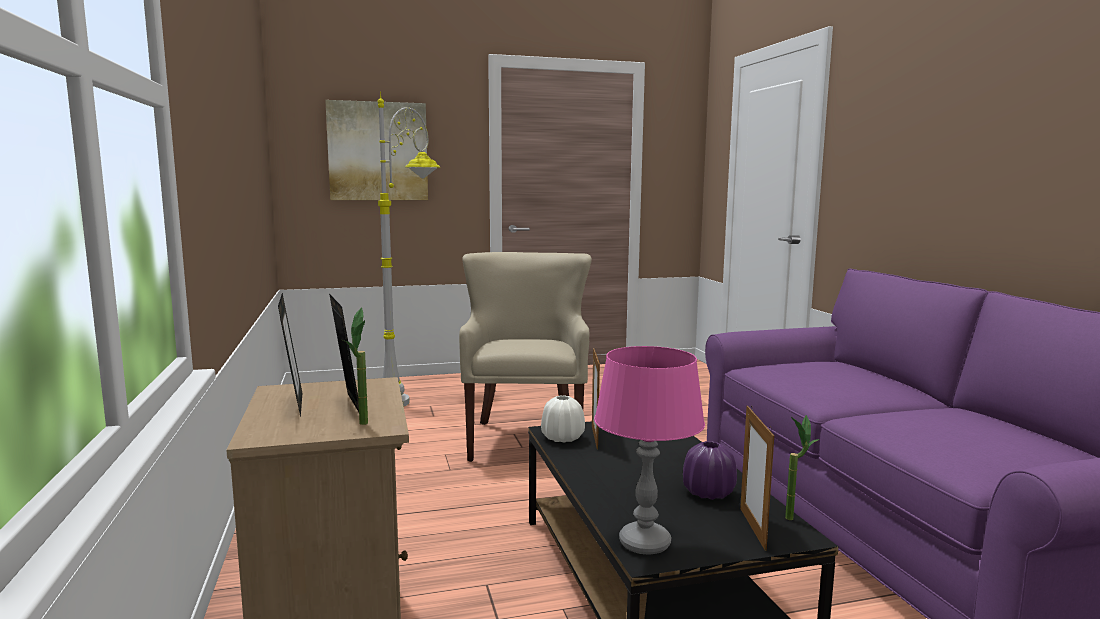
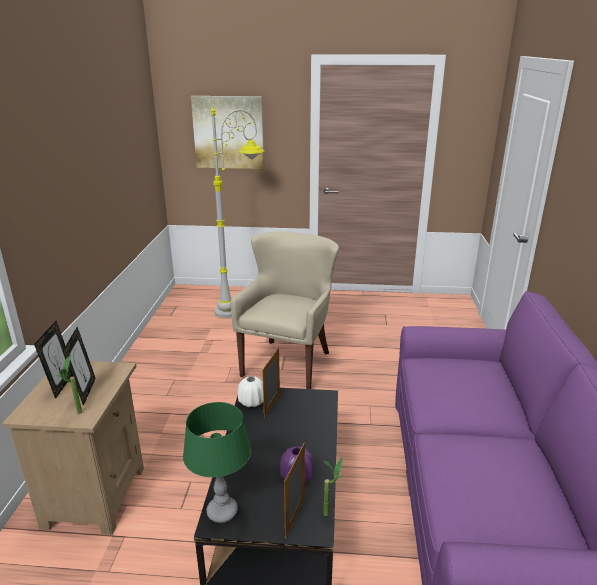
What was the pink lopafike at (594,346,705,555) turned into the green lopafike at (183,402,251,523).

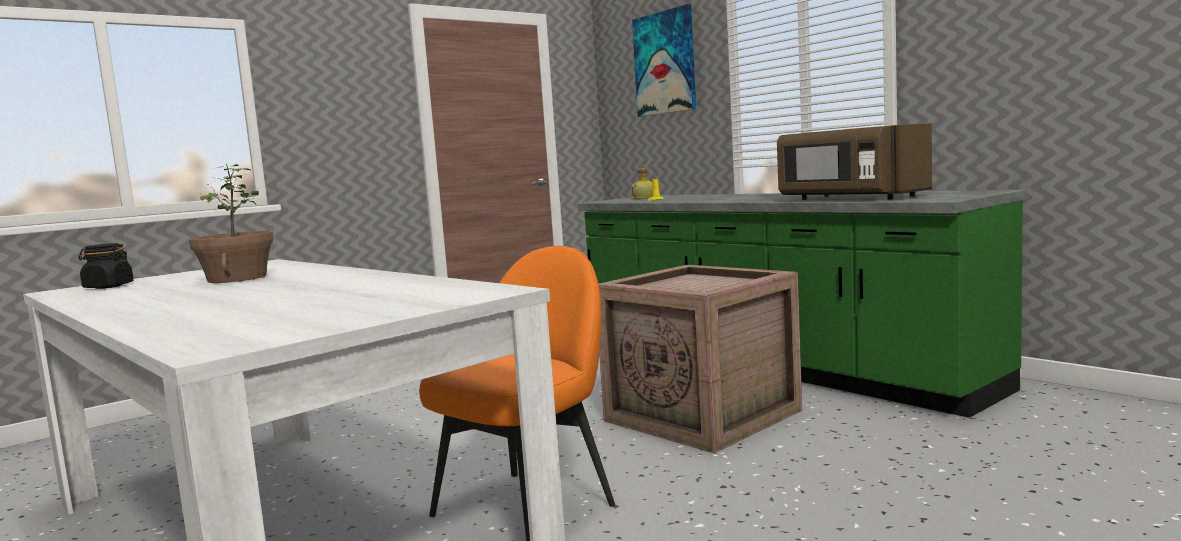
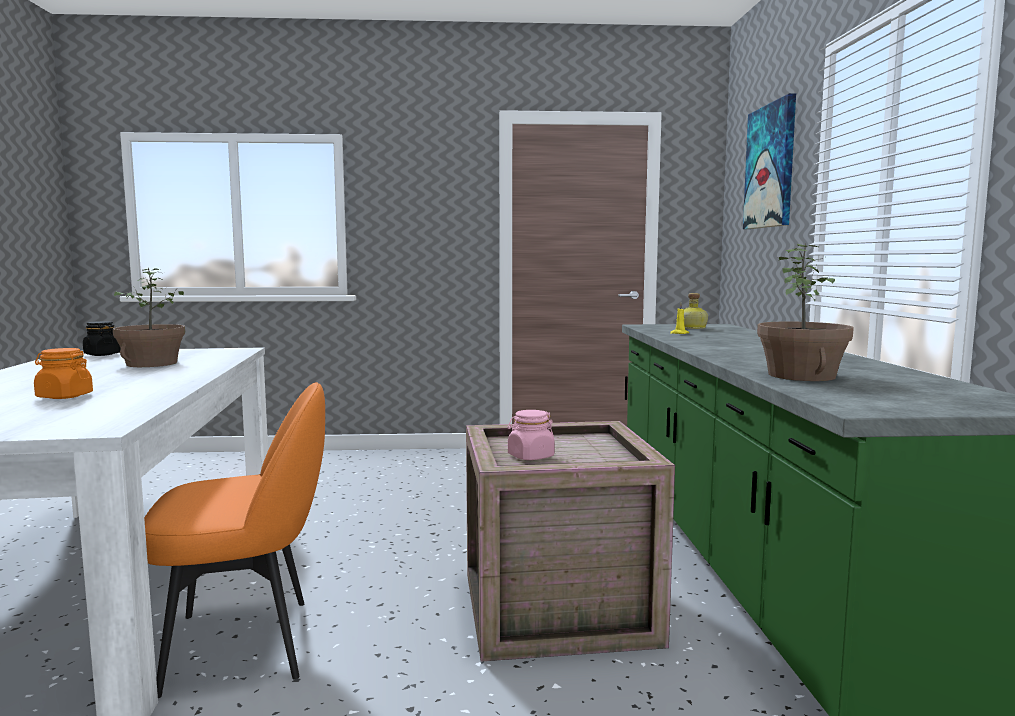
The second view gained the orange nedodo at (34,348,93,399). The second view gained the pink nedodo at (507,410,555,460). Where the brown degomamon stood at (777,123,932,200), the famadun came to stand at (757,243,853,381).

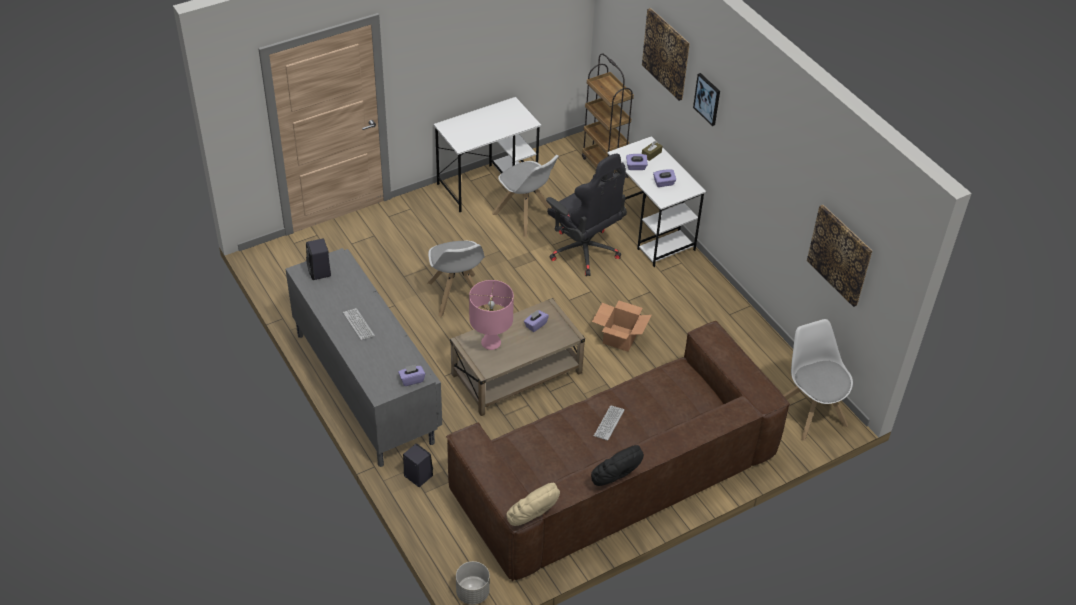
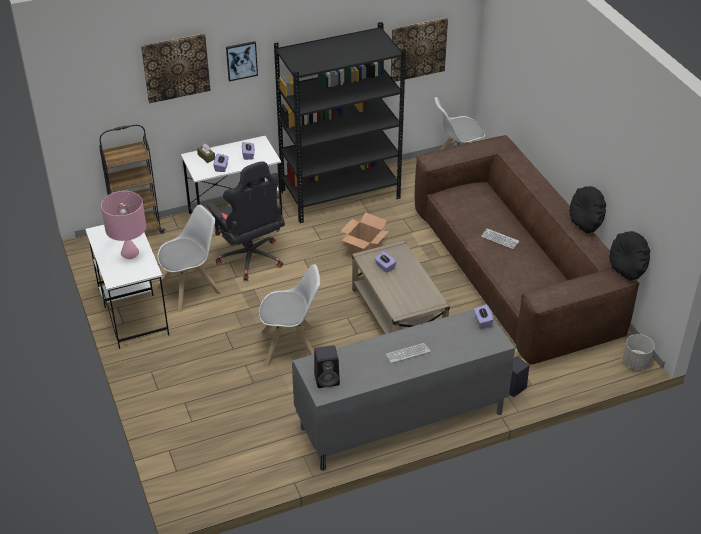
The pink lopafike ended up elsewhere, having gone from (469,280,514,350) to (101,191,146,259). The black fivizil at (546,154,627,276) ended up facing another way, 90 degrees clockwise from before. The second view gained the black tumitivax at (274,22,406,223). What was the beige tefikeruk at (507,483,560,526) turned into the black tefikeruk at (609,231,650,281).

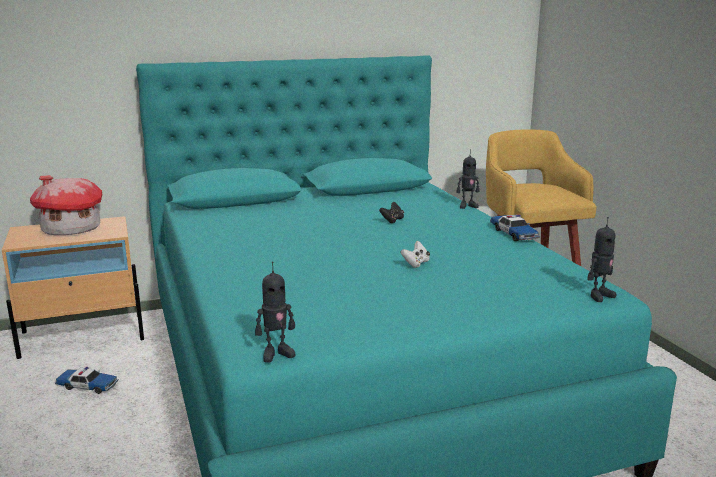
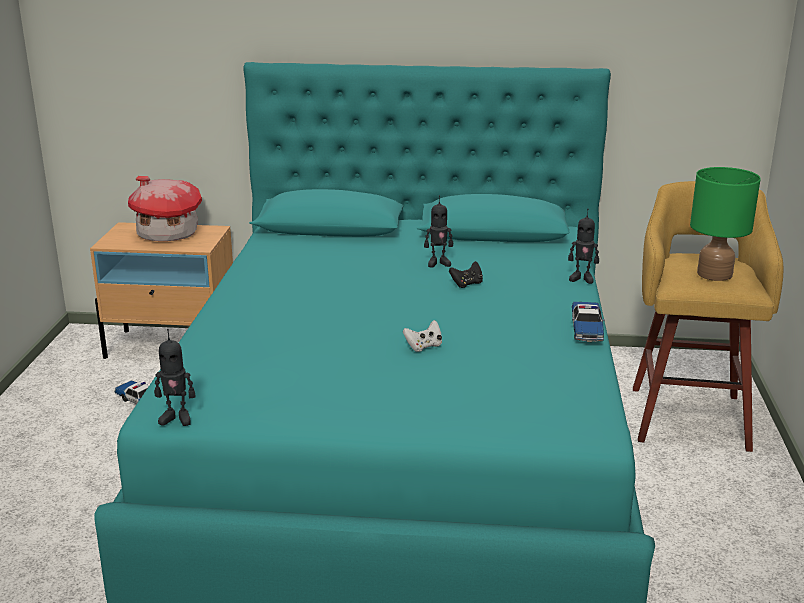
The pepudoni ended up elsewhere, having gone from (587,217,616,302) to (424,195,453,267). The second view gained the green lopafike at (690,167,761,281).

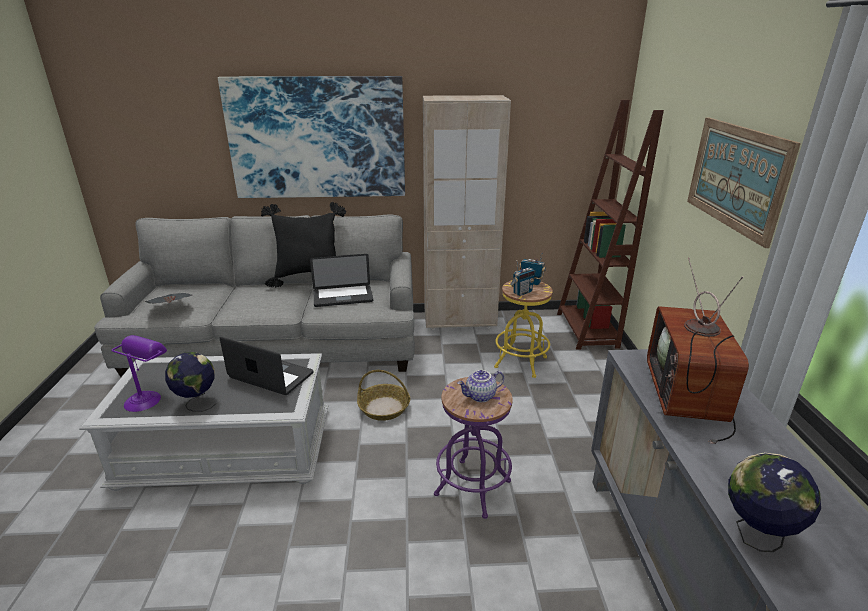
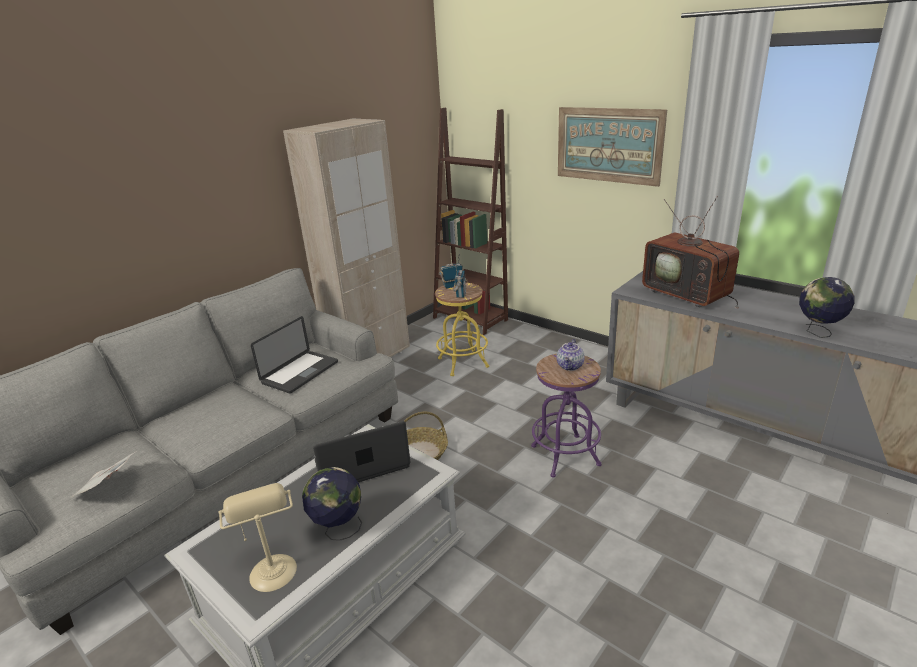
What was the purple lopafike at (111,335,167,412) turned into the beige lopafike at (218,483,297,592). The second view lost the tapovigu at (218,76,405,198). The second view lost the black tefikeruk at (261,202,346,288).

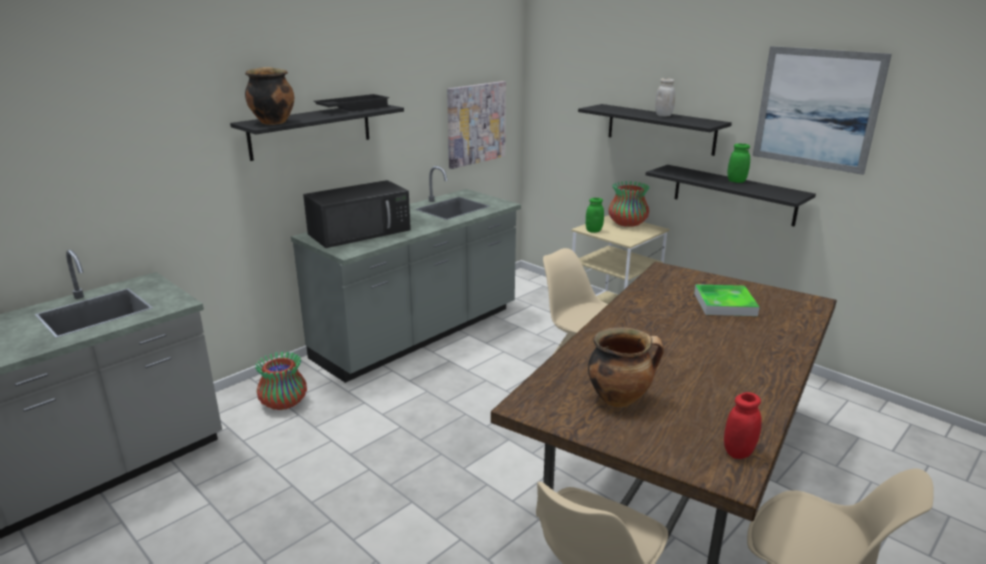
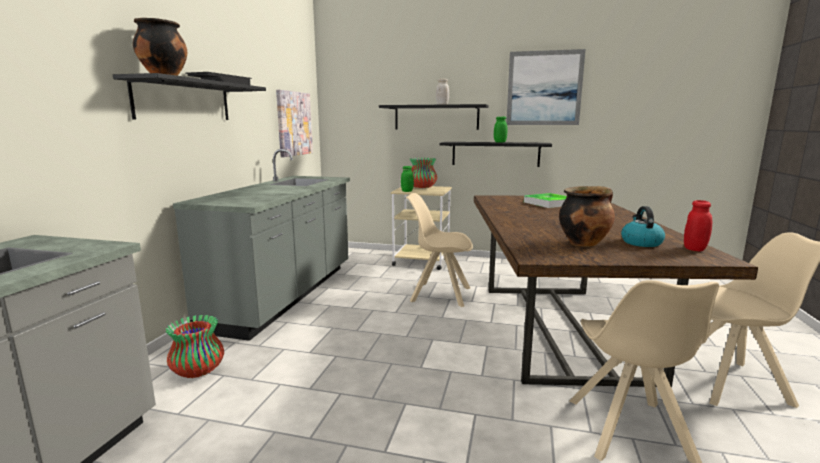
The second view gained the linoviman at (621,206,665,247). The second view lost the black degomamon at (303,180,411,248).

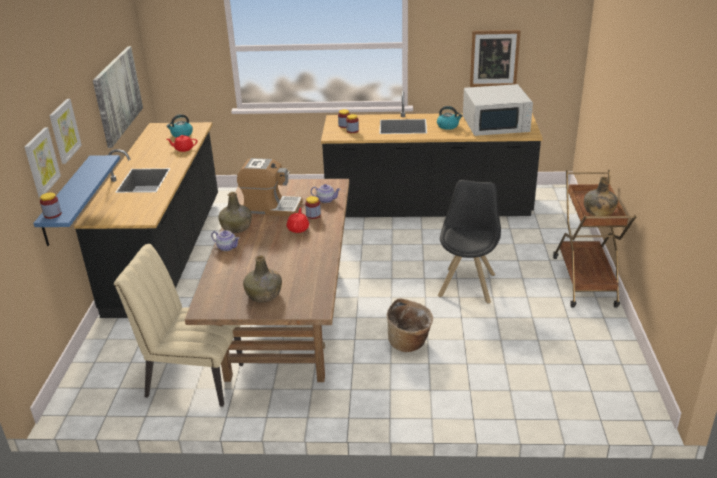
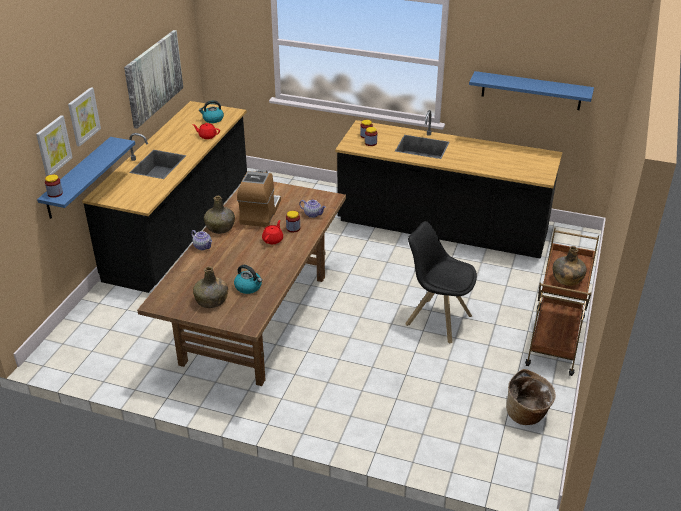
The linoviman ended up elsewhere, having gone from (437,106,463,130) to (234,265,262,294). The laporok at (237,158,303,217) ended up facing another way, 105 degrees counterclockwise from before. The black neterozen at (438,180,501,303) ended up facing another way, 90 degrees counterclockwise from before. Where the tapovigu hung at (470,30,521,87), the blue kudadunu came to hang at (469,71,594,110). The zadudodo ended up elsewhere, having gone from (387,299,433,352) to (506,369,556,425). The second view lost the beige neterozen at (114,244,243,407). The second view lost the white degomamon at (463,84,533,136).

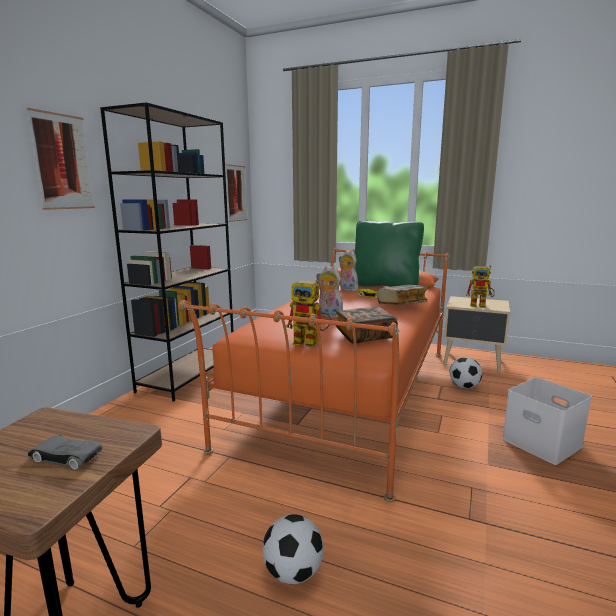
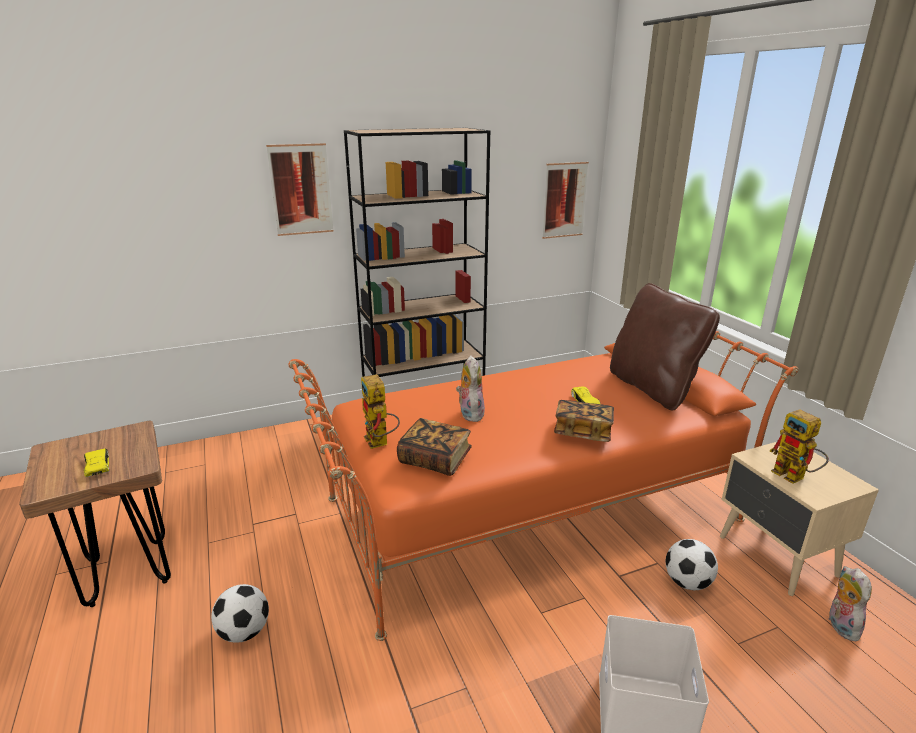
What was the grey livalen at (28,435,103,470) turned into the yellow livalen at (84,449,109,477). What was the green tefikeruk at (355,221,424,287) turned into the brown tefikeruk at (610,283,720,411). The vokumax ended up elsewhere, having gone from (339,250,358,291) to (828,566,872,642).

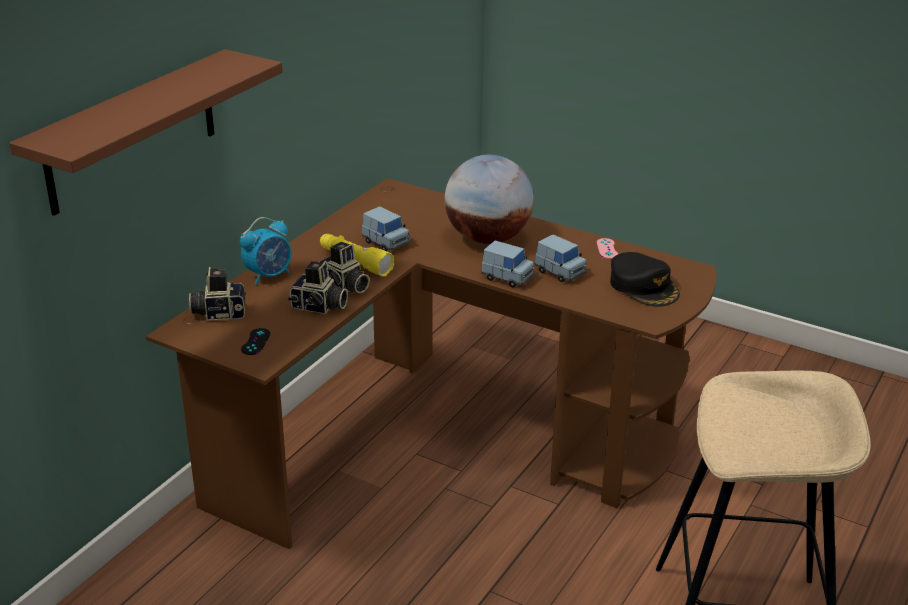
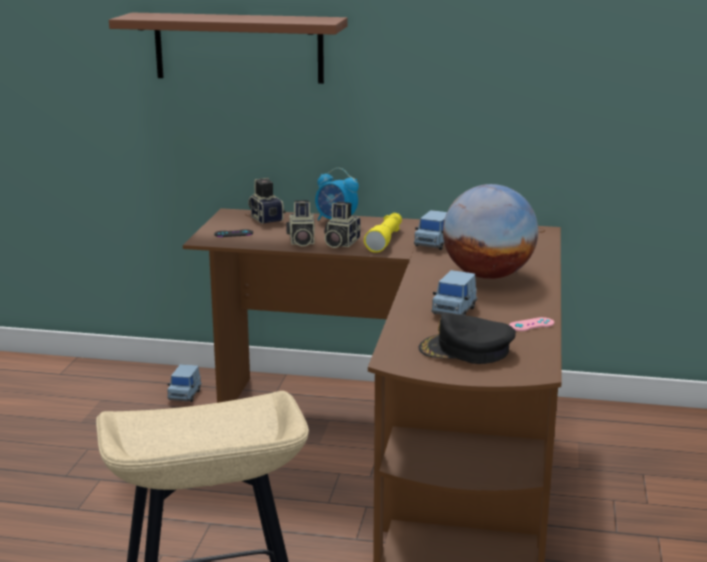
The blue livalen ended up elsewhere, having gone from (481,241,535,287) to (167,364,202,402). The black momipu at (610,252,680,307) ended up facing another way, 60 degrees clockwise from before.

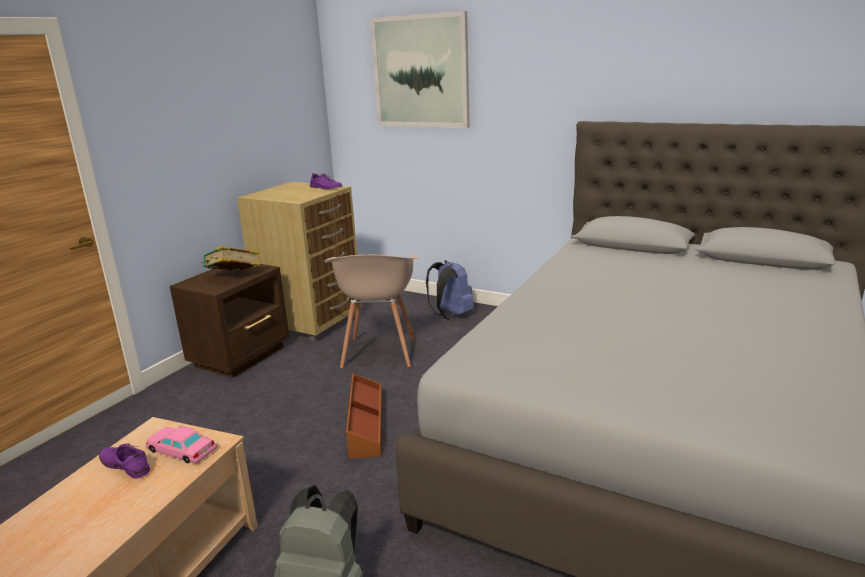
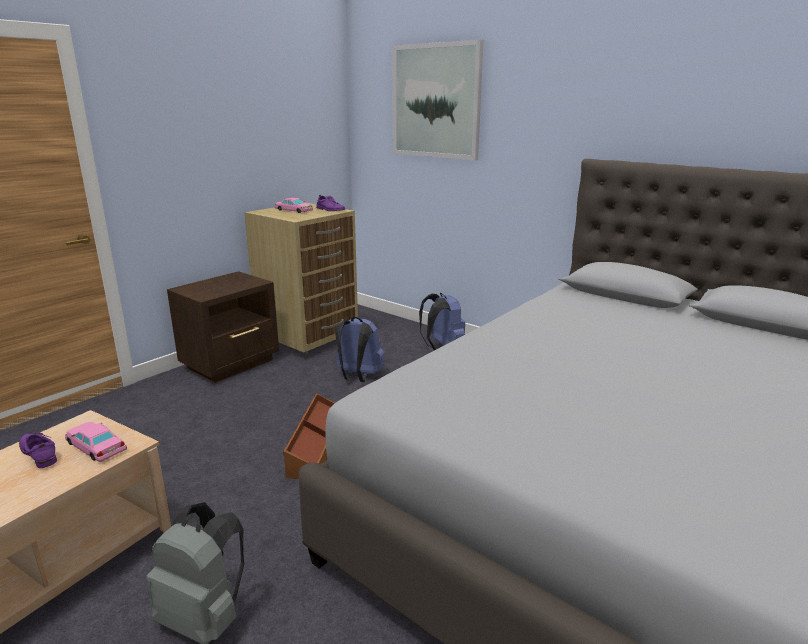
The second view gained the pink livalen at (275,198,313,213). Where the beige neterozen stood at (324,255,418,368), the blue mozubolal came to stand at (335,317,385,382). The second view lost the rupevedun at (201,246,260,272).

